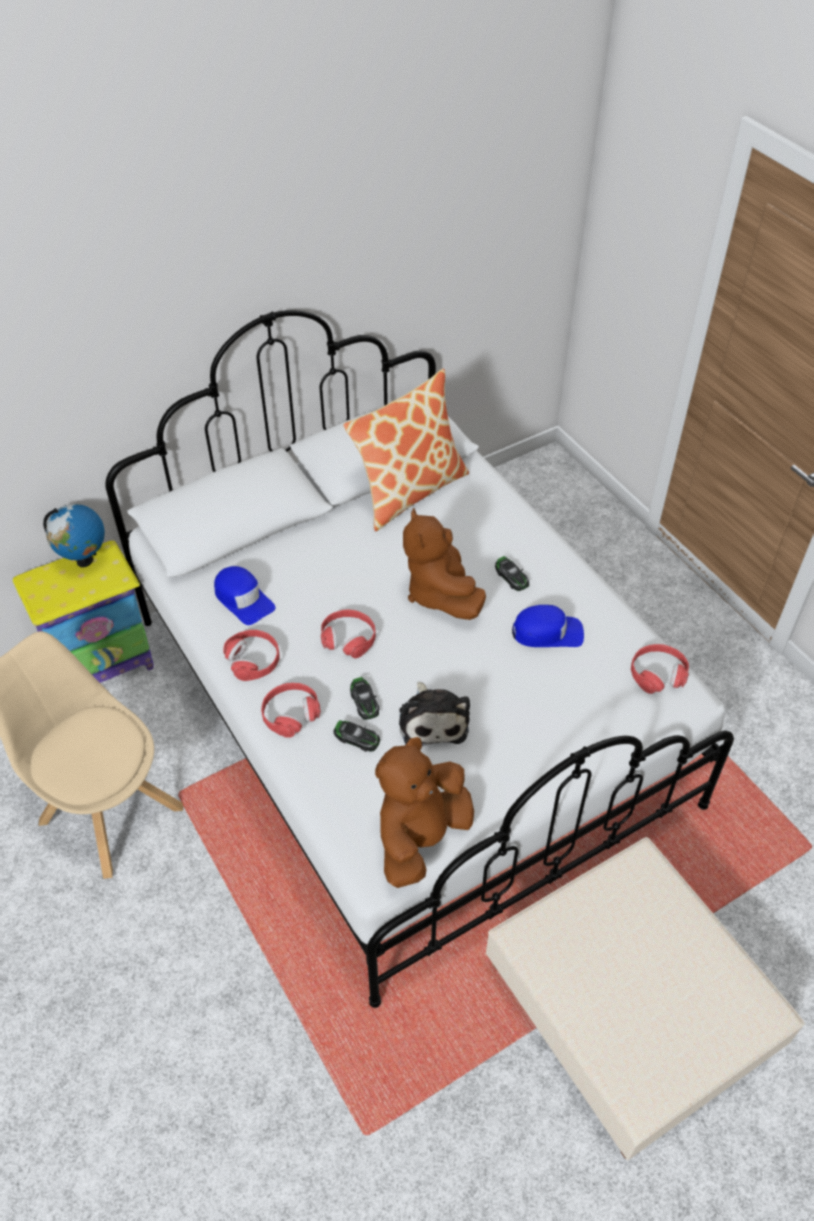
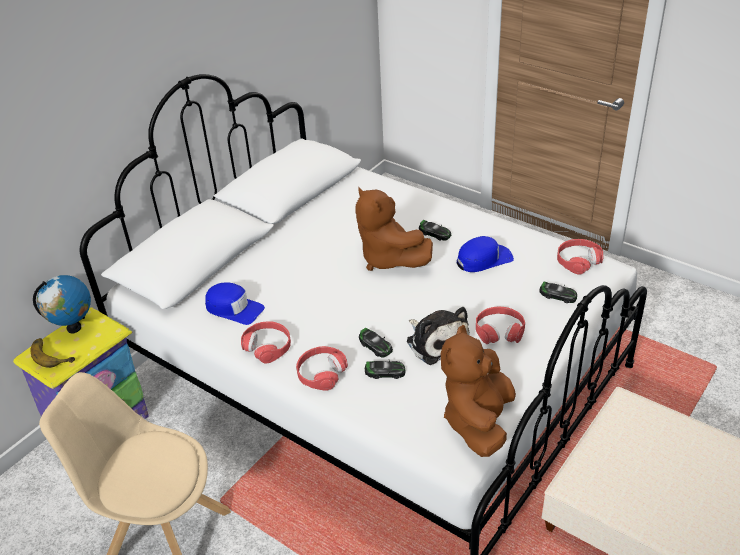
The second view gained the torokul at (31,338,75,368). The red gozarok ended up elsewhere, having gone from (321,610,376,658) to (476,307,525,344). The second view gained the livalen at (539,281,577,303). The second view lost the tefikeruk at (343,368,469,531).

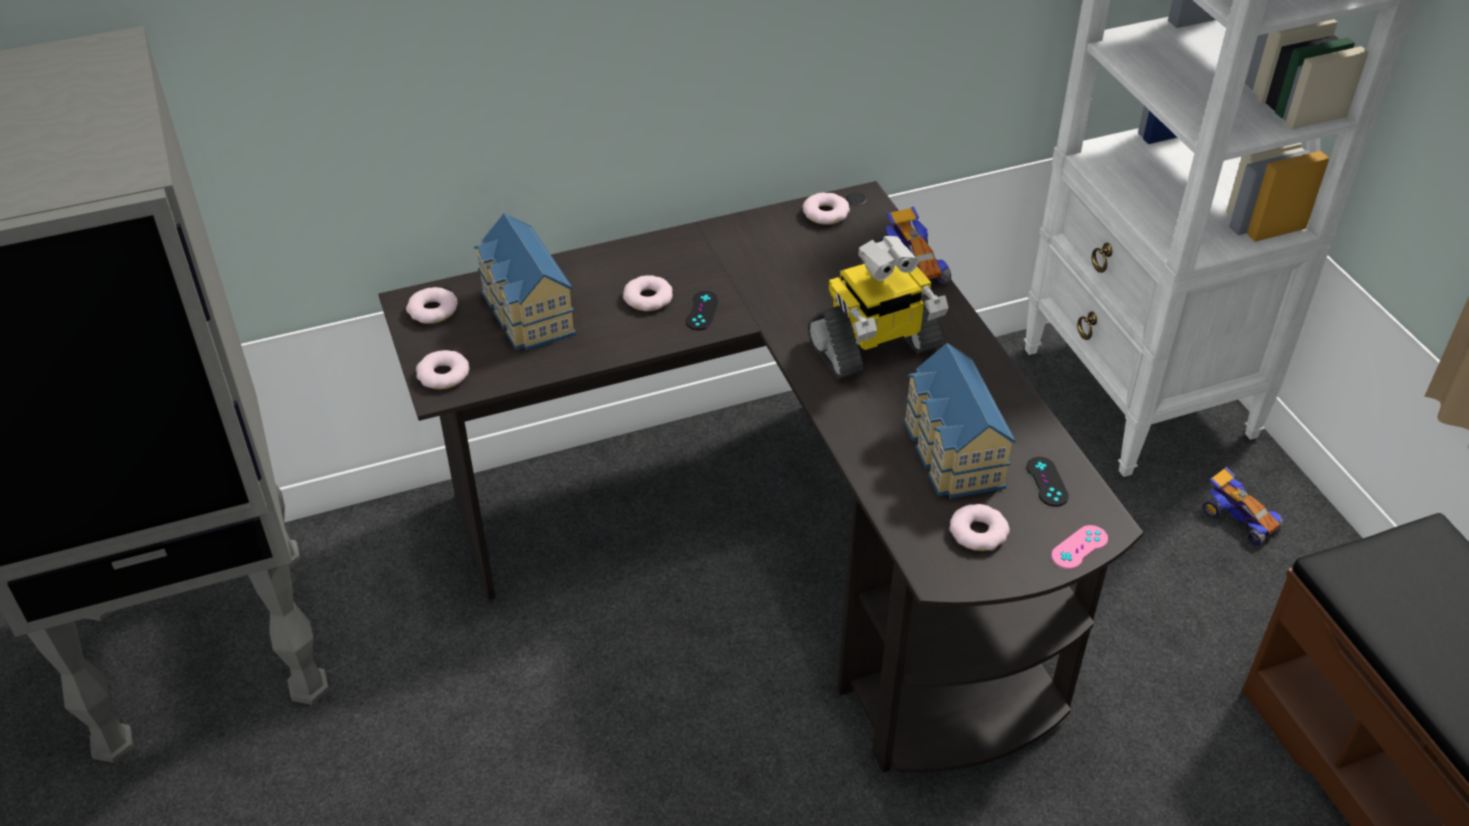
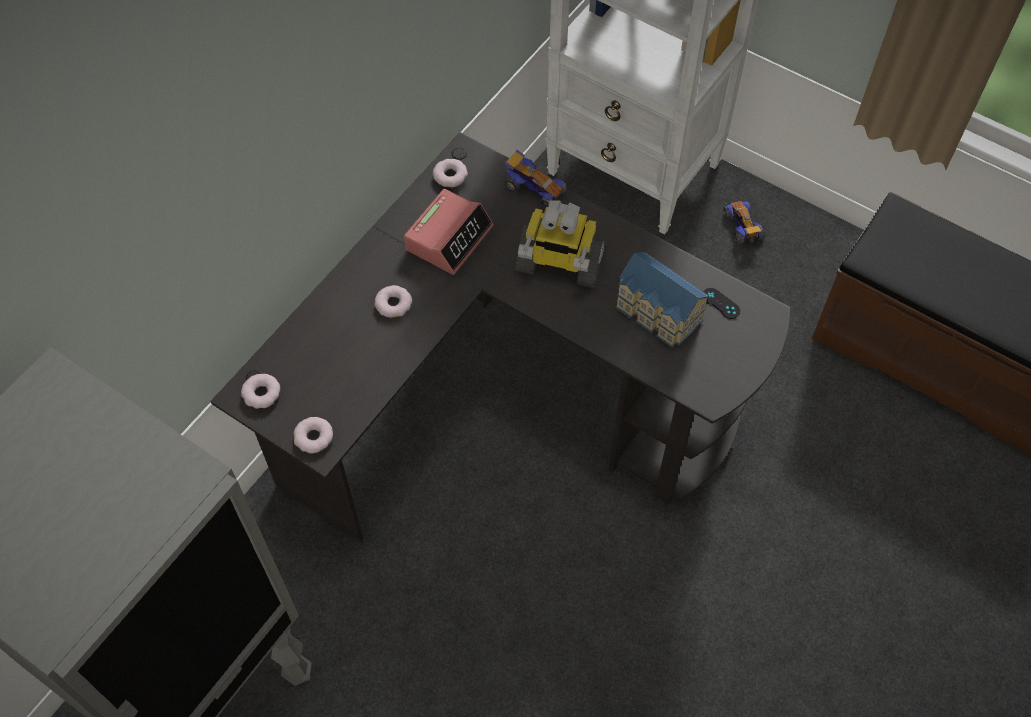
The second view gained the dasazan at (404,189,494,275). The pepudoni at (808,236,949,379) ended up facing another way, 75 degrees clockwise from before. The livalen at (1204,467,1284,546) ended up facing another way, 120 degrees counterclockwise from before. The second view lost the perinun at (474,213,576,350). The second view lost the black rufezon at (686,291,718,330). The second view lost the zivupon at (950,504,1010,551). The second view lost the pink rufezon at (1051,525,1108,569).

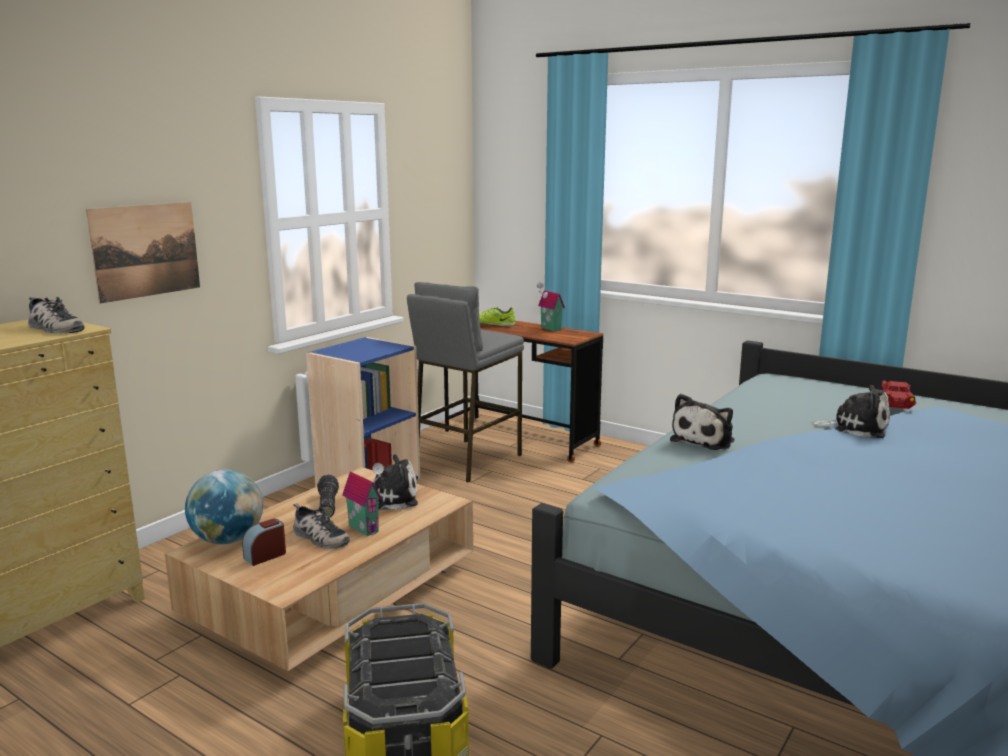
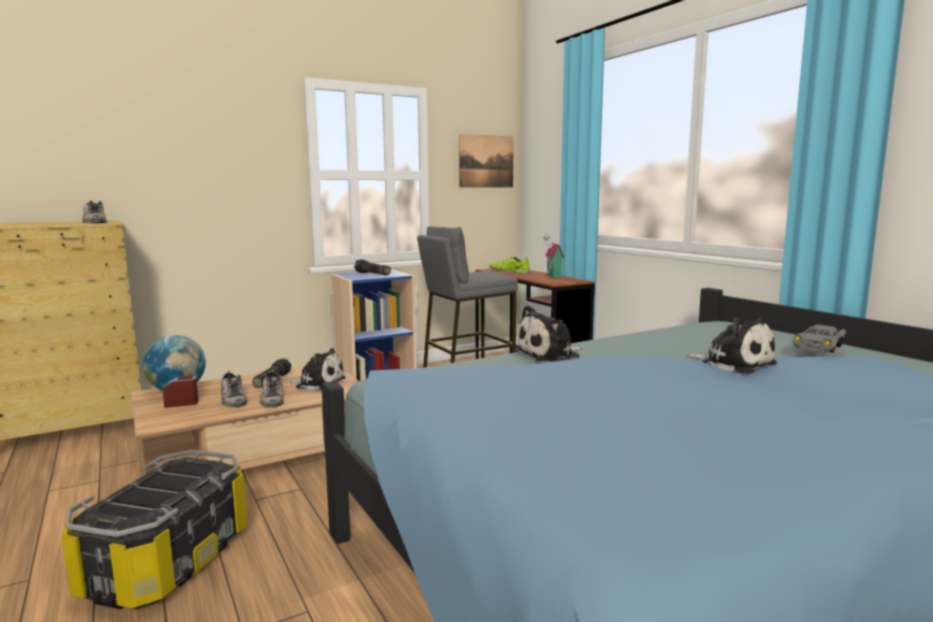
Where the perinun stood at (342,463,384,536), the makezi came to stand at (260,370,284,407). The second view gained the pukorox at (354,259,391,275). The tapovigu ended up elsewhere, having gone from (86,202,200,304) to (459,134,513,188). What was the red livalen at (881,380,916,409) turned into the grey livalen at (792,324,846,354).

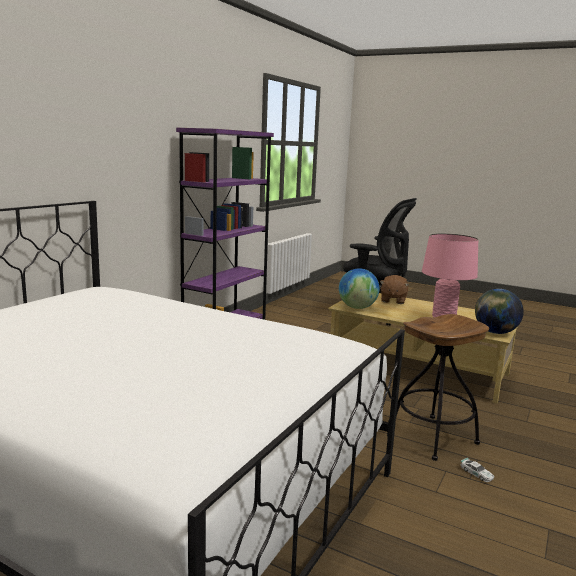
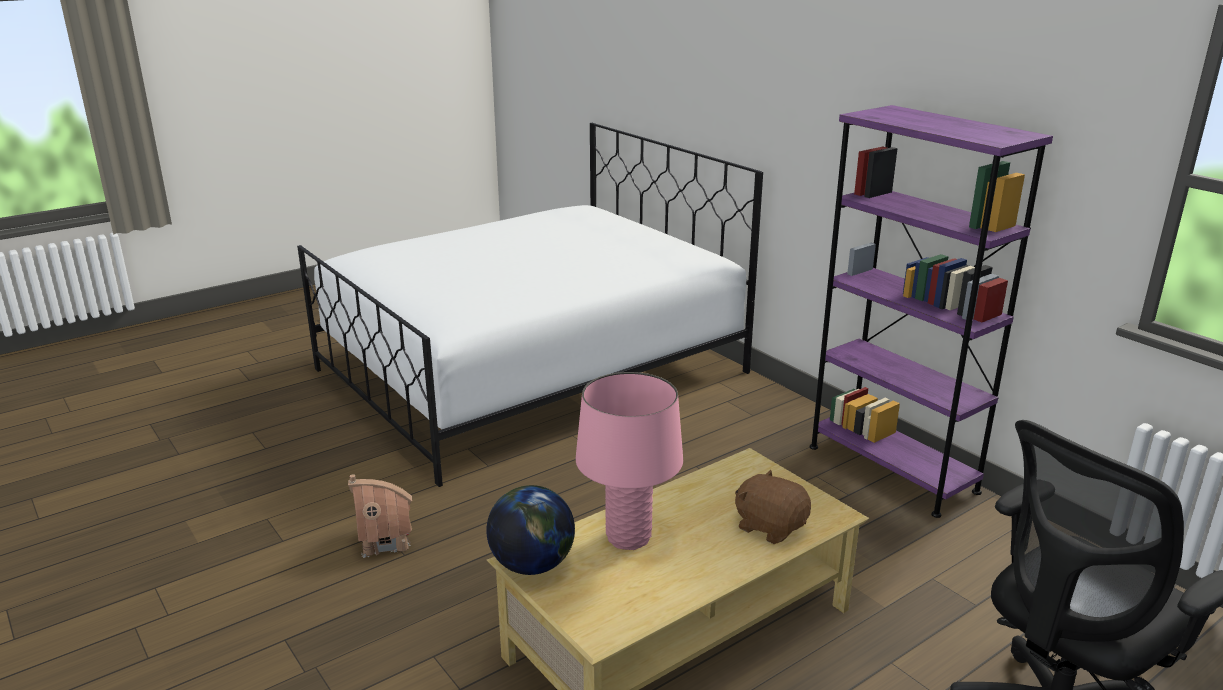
Where the livalen stood at (461,458,494,482), the perinun came to stand at (348,474,412,558). The second view lost the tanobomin at (339,268,380,309). The second view lost the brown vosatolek at (396,314,489,461).

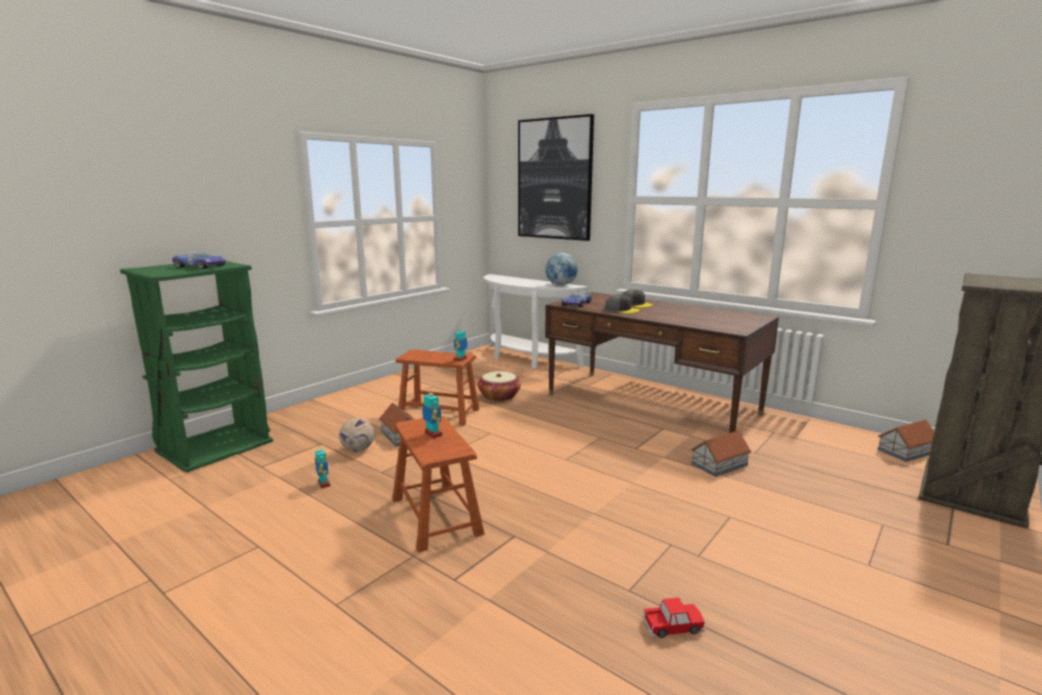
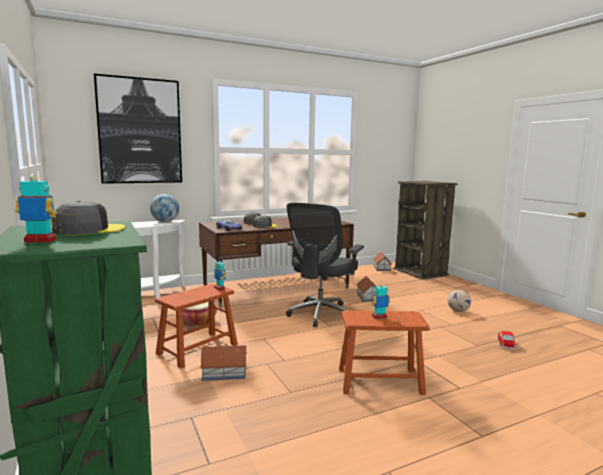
The pepudoni ended up elsewhere, having gone from (315,445,331,488) to (15,169,57,243). Where the livalen stood at (172,252,226,269), the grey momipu came to stand at (52,201,125,235). The second view gained the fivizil at (286,203,364,327). The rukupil ended up elsewhere, having gone from (339,418,375,452) to (448,290,471,312).

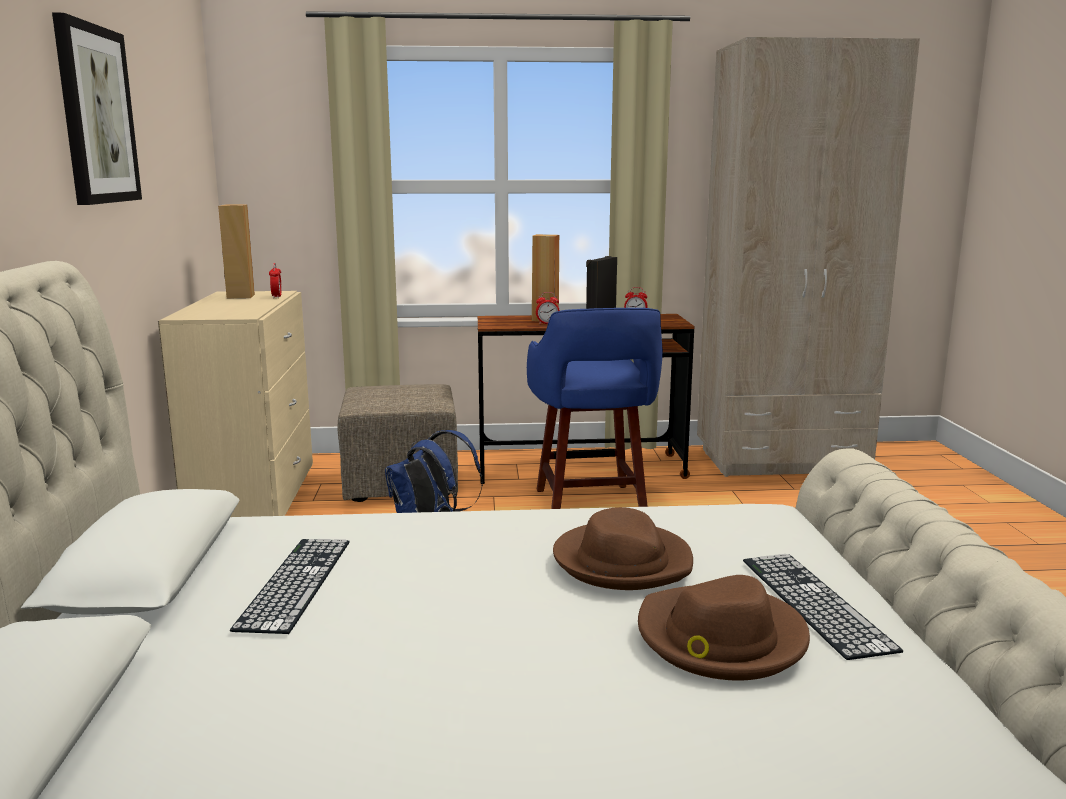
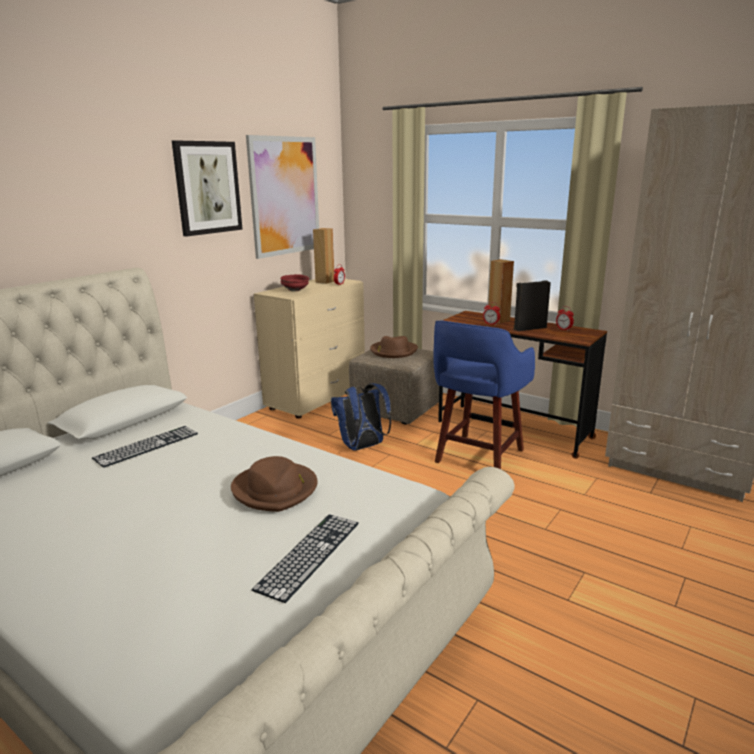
The second view gained the tapovigu at (246,135,319,259). The second view gained the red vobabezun at (280,274,309,292). The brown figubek ended up elsewhere, having gone from (638,575,810,681) to (370,336,418,358).

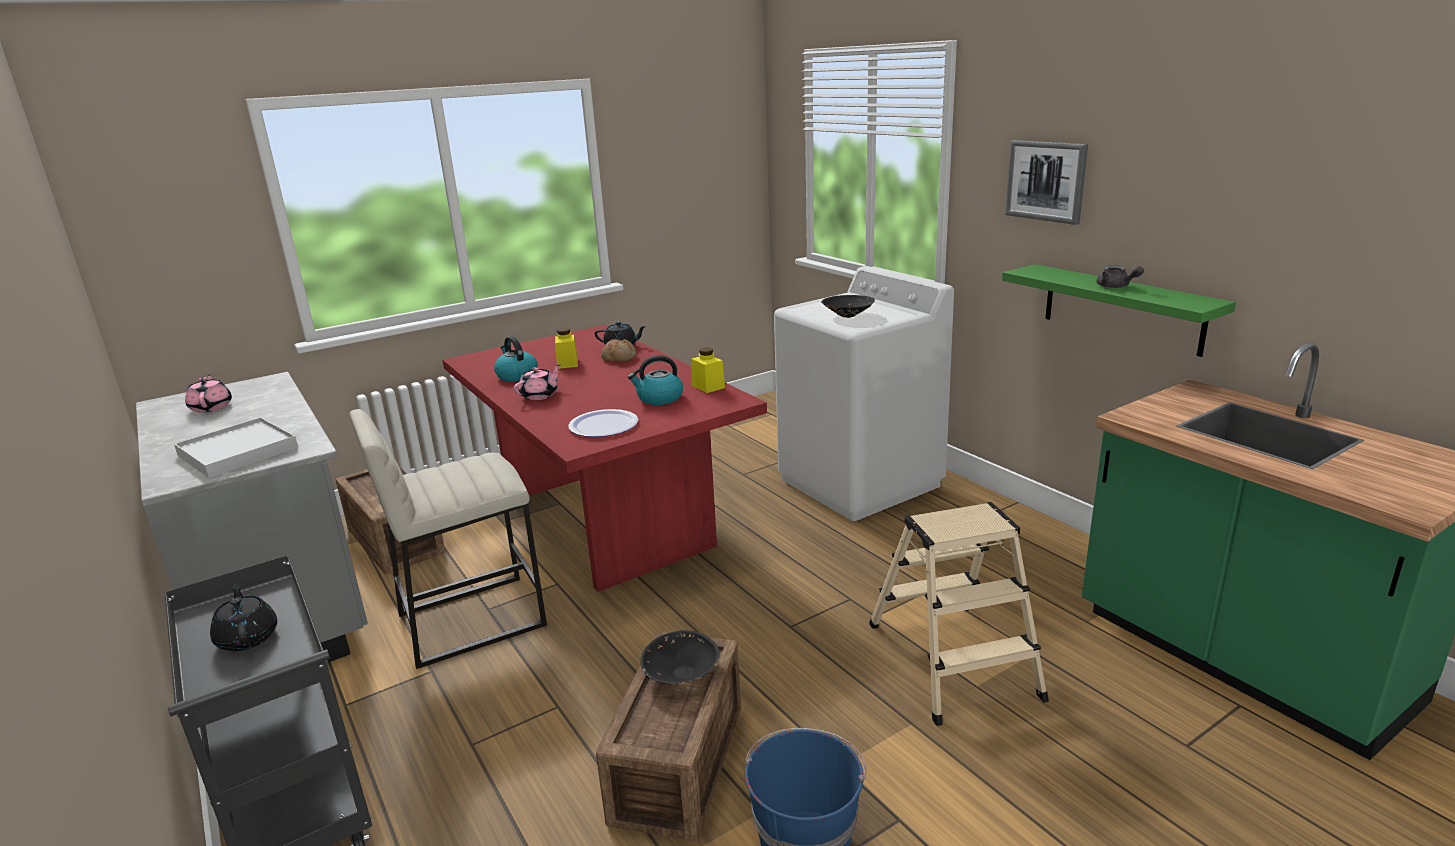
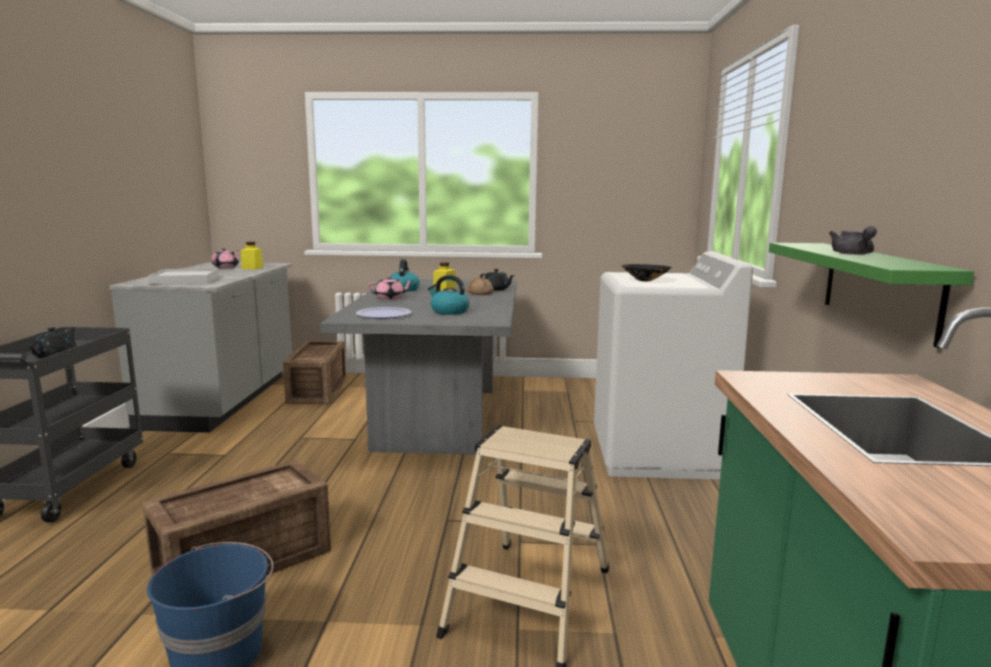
The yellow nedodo ended up elsewhere, having gone from (691,347,725,393) to (241,242,263,269). What was the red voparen at (443,325,767,592) turned into the grey voparen at (320,279,516,455). The second view lost the beige vosatolek at (350,409,547,669). The second view lost the black vobabezun at (640,630,720,684). The second view lost the tapovigu at (1005,140,1088,225).

